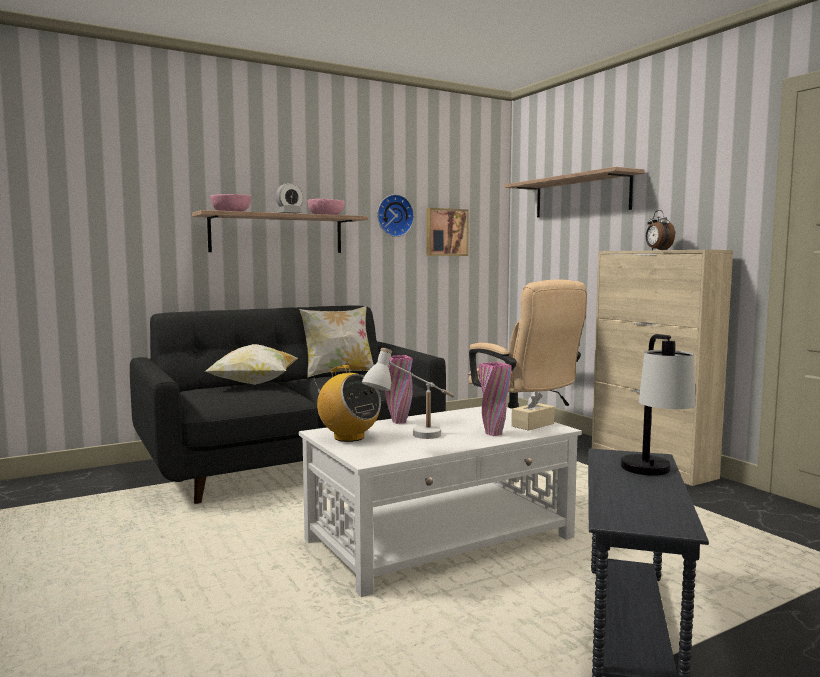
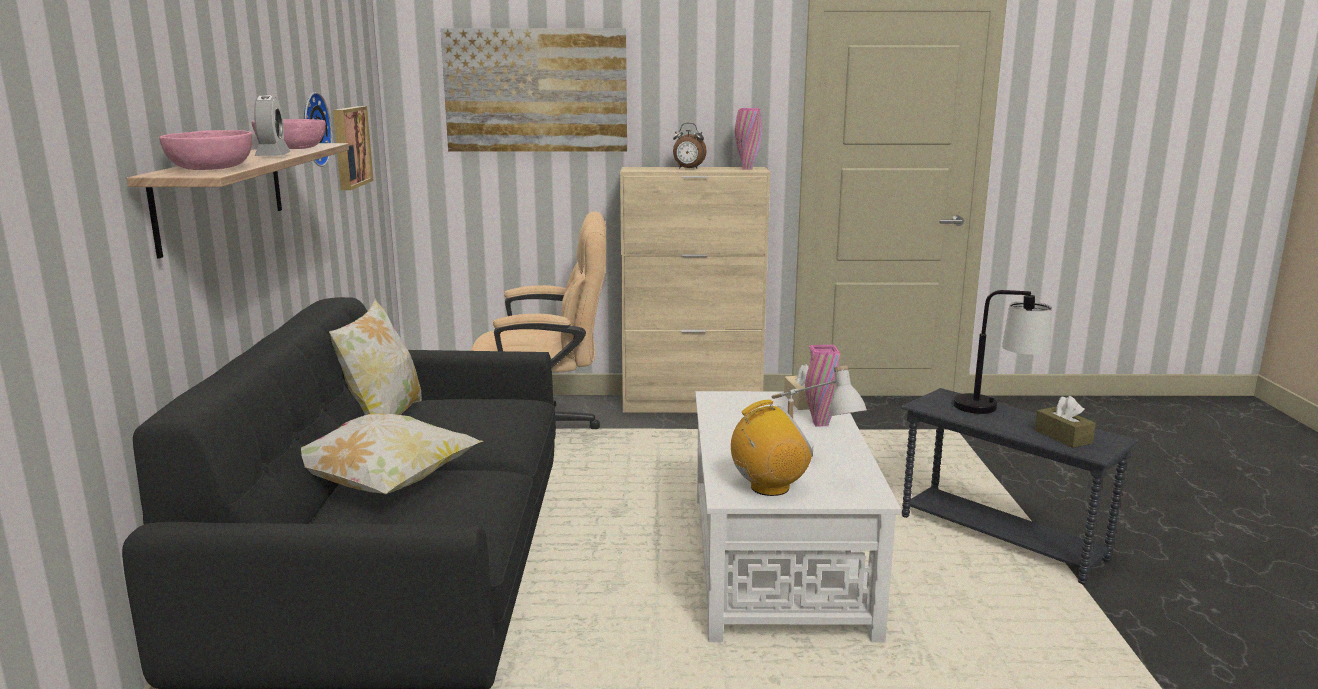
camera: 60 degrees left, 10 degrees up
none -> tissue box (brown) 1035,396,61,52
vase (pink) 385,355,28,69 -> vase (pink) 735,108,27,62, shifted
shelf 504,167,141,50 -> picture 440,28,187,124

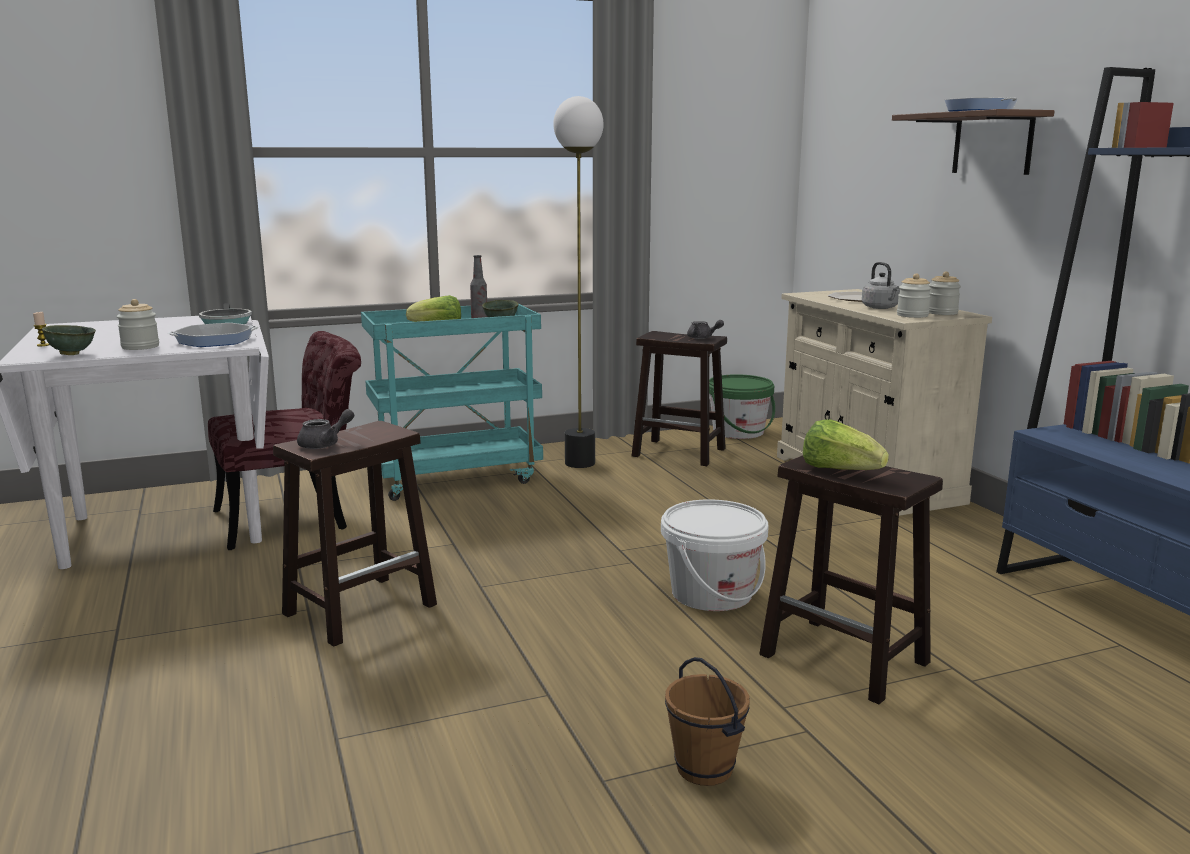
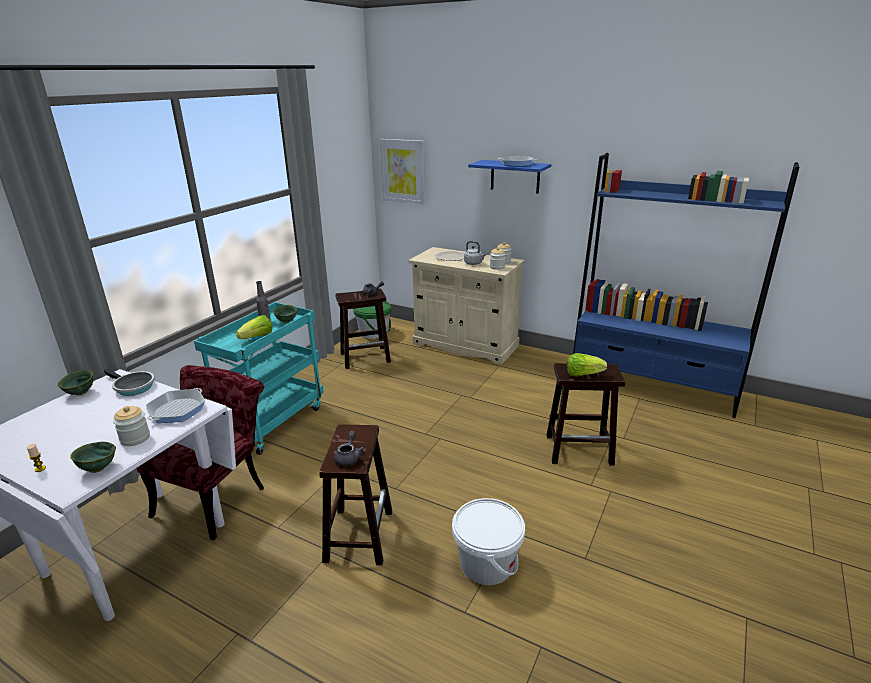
camera: 40 degrees left, 10 degrees up
floor lamp 553,96,51,372 -> none
bucket (brown) 665,657,85,129 -> none
none -> bowl (green) 58,370,35,26
none -> picture 379,139,46,66
bucket (white) 661,499,107,112 -> bucket (white) 452,498,73,87, shifted
shelf (brown) 892,109,163,66 -> shelf (blue) 468,160,83,34

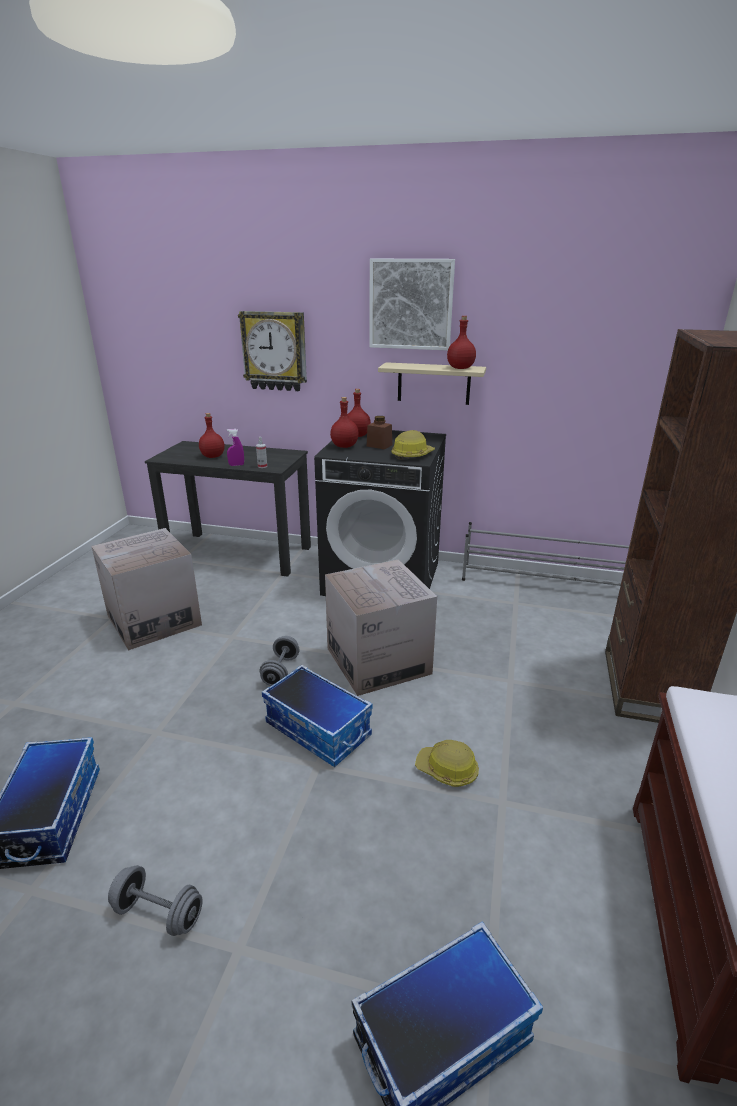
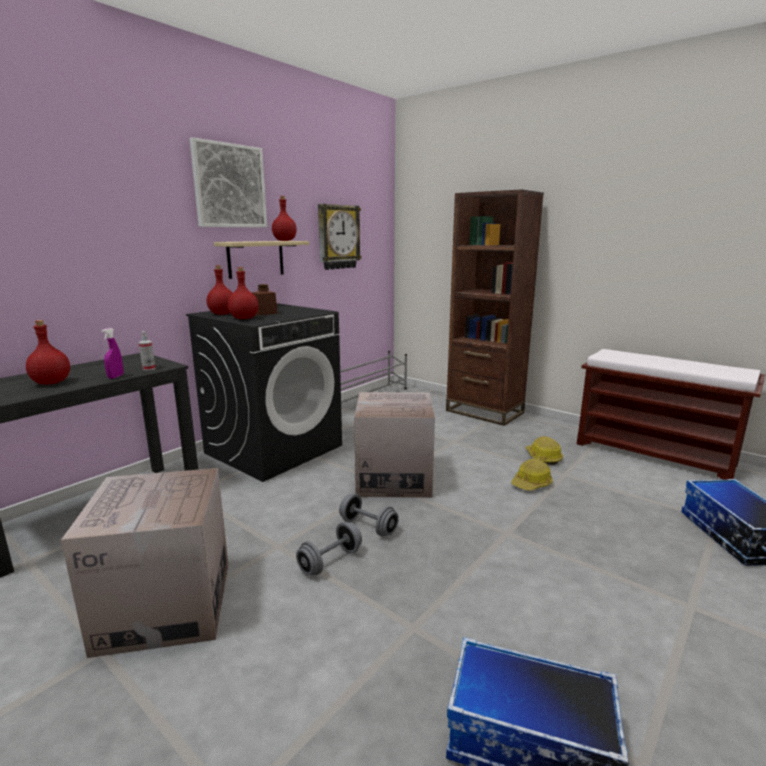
camera: 65 degrees left, 10 degrees down
storage box 262,665,110,102 -> none
dumbbell (grey) 108,865,95,71 -> dumbbell (grey) 296,522,66,53, shifted
wall clock 238,311,69,80 -> wall clock 318,204,44,66, shifted
hard hat 392,430,43,30 -> hard hat 525,436,38,29, shifted

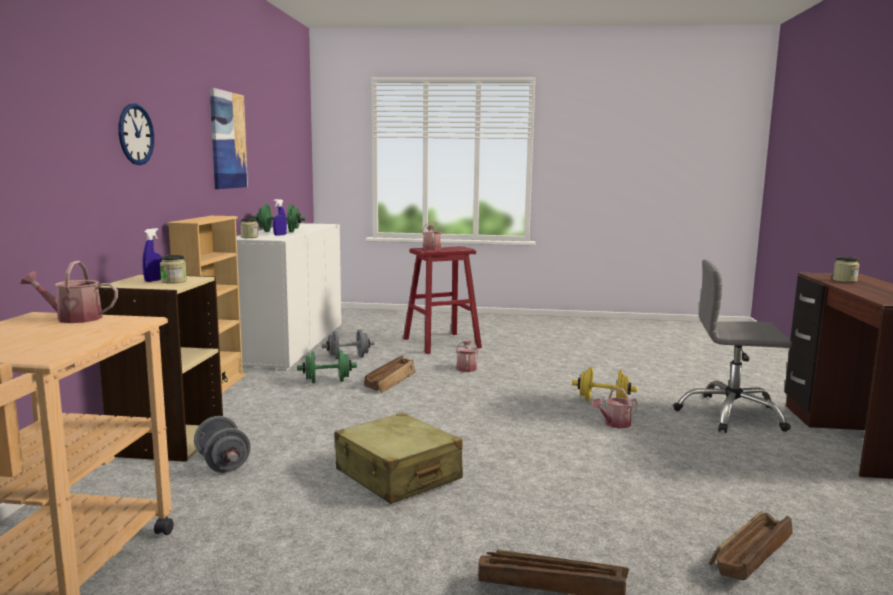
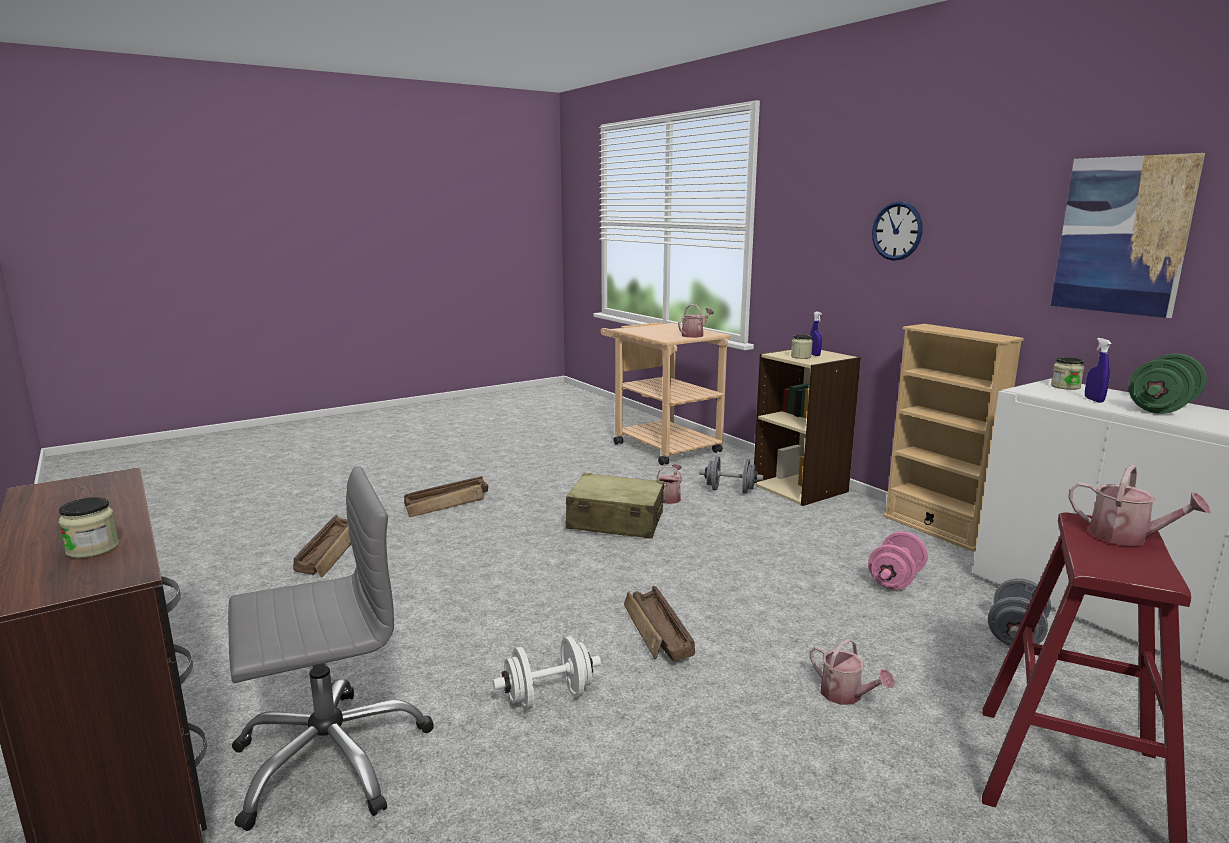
camera: 140 degrees right, 5 degrees up
crate 364,355,52,38 -> crate 624,586,71,75, shifted
watering can 591,387,47,42 -> watering can 656,464,27,40, shifted
dumbbell (green) 297,350,60,33 -> dumbbell (pink) 868,531,60,59
dumbbell (yellow) 572,367,65,35 -> dumbbell (white) 493,636,108,74

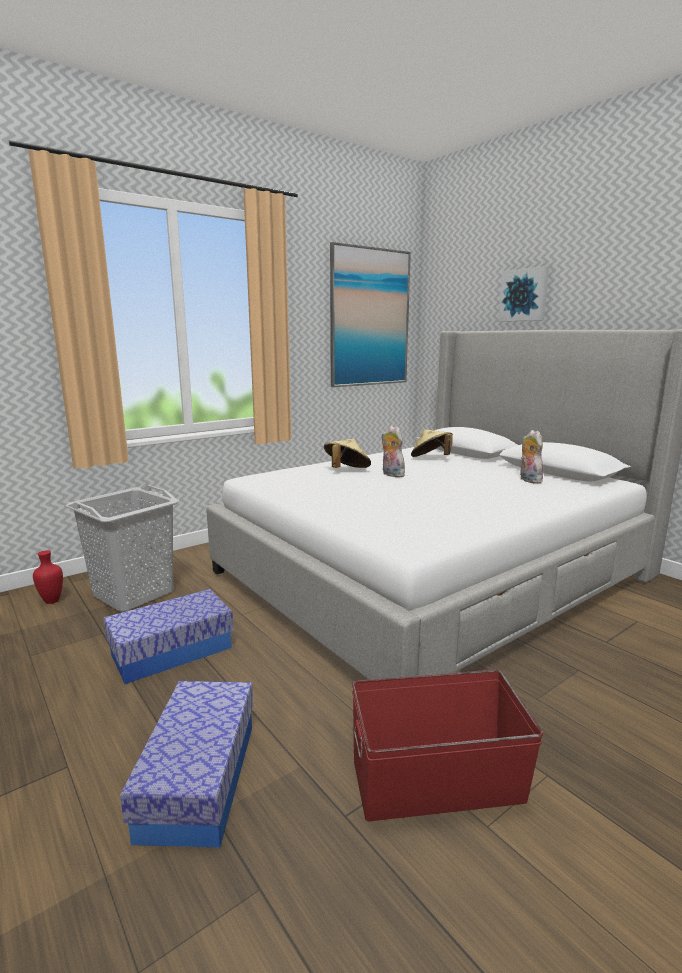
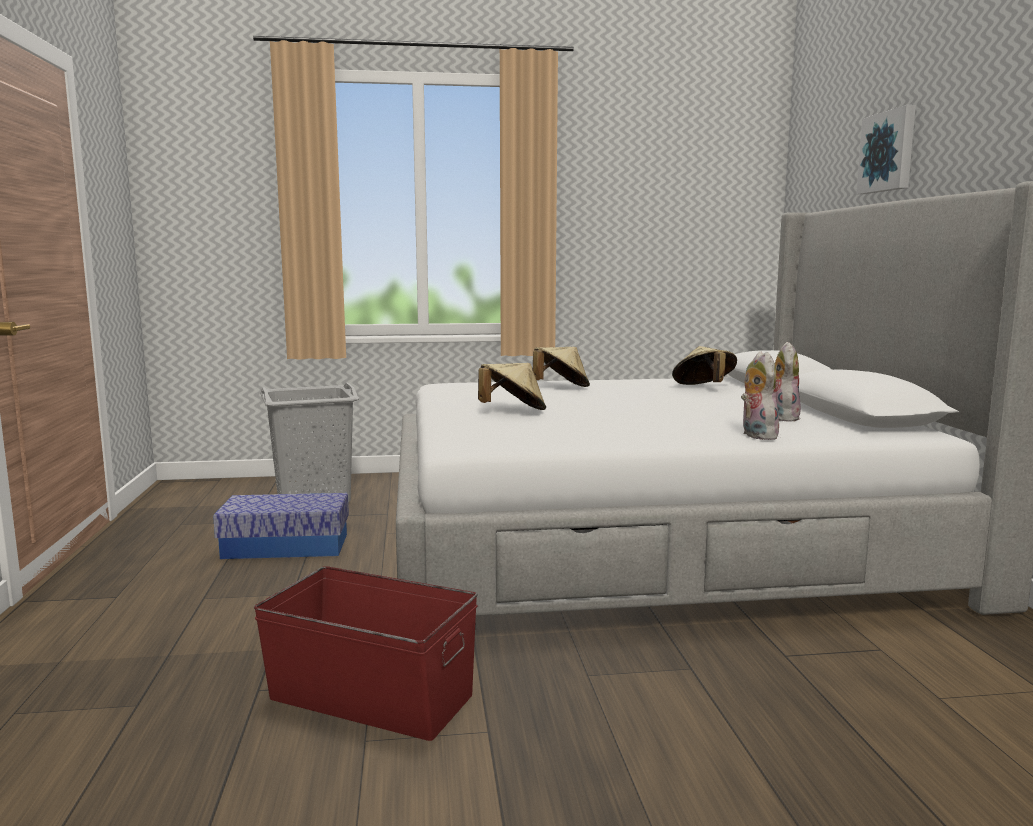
camera: 30 degrees right, 5 degrees down
vase (red) 33,550,30,54 -> none
storage box 120,681,133,167 -> none
picture 330,242,81,145 -> none
none -> hat (beige) 478,363,68,47
plush toy 381,426,24,51 -> plush toy 741,351,38,89, shifted

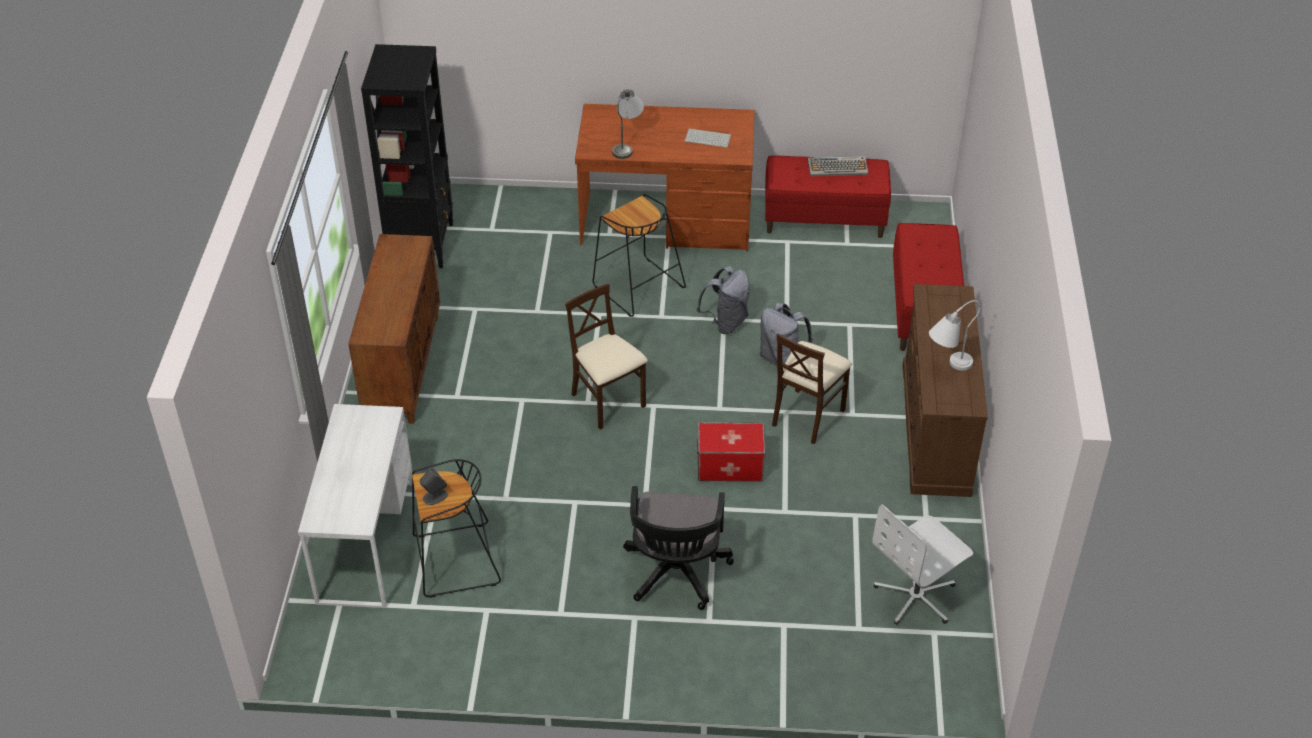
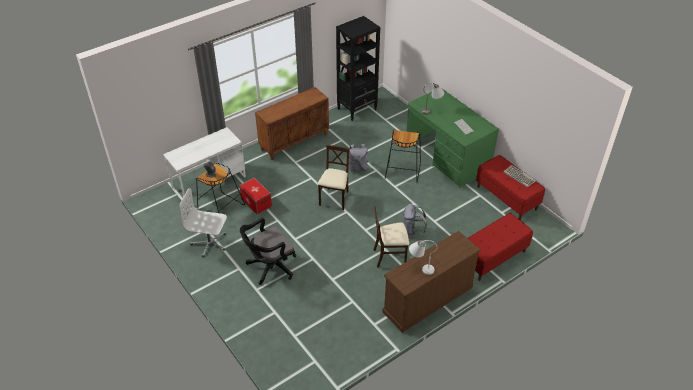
camera: 50 degrees right, 0 degrees up
backpack (grey) 696,266,54,68 -> backpack (grey) 349,144,19,28, shifted
storage box 697,422,69,59 -> storage box 239,178,33,37, shifted
office chair (white) 872,504,101,121 -> office chair (white) 179,188,48,69, shifted
desk (brown) 575,104,180,148 -> desk (green) 406,89,93,99

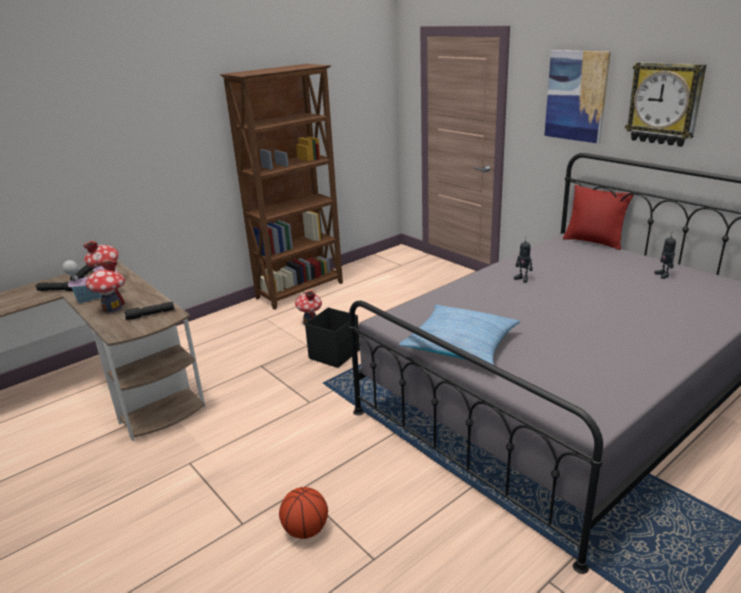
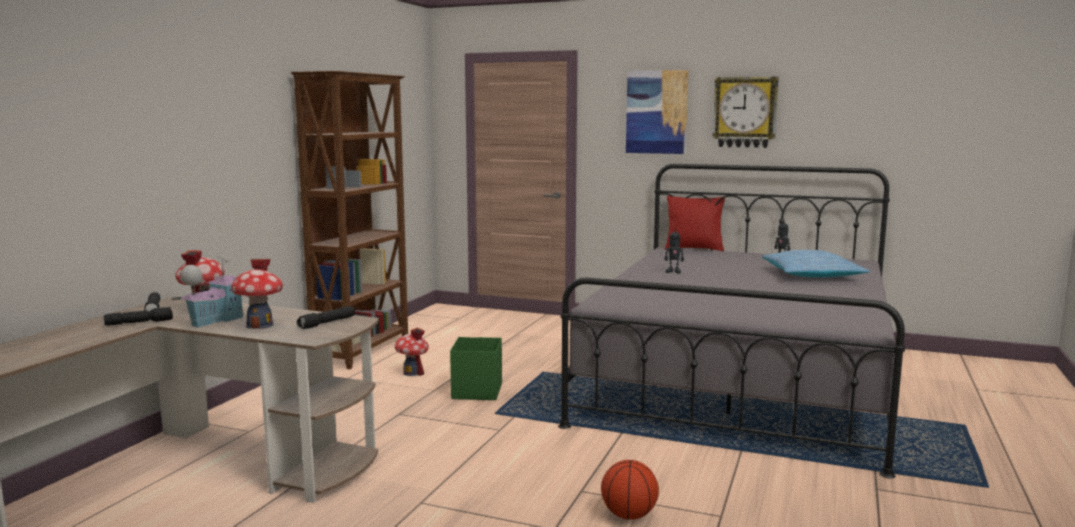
camera: 30 degrees left, 15 degrees down
pillow 399,304,121,61 -> pillow 762,250,108,27, shifted
storage box (black) 305,307,55,61 -> storage box (green) 450,337,52,63

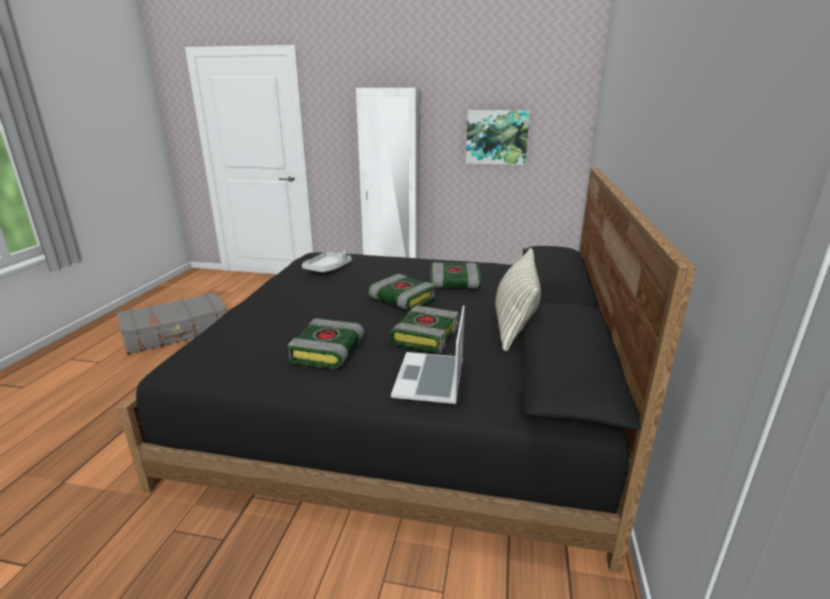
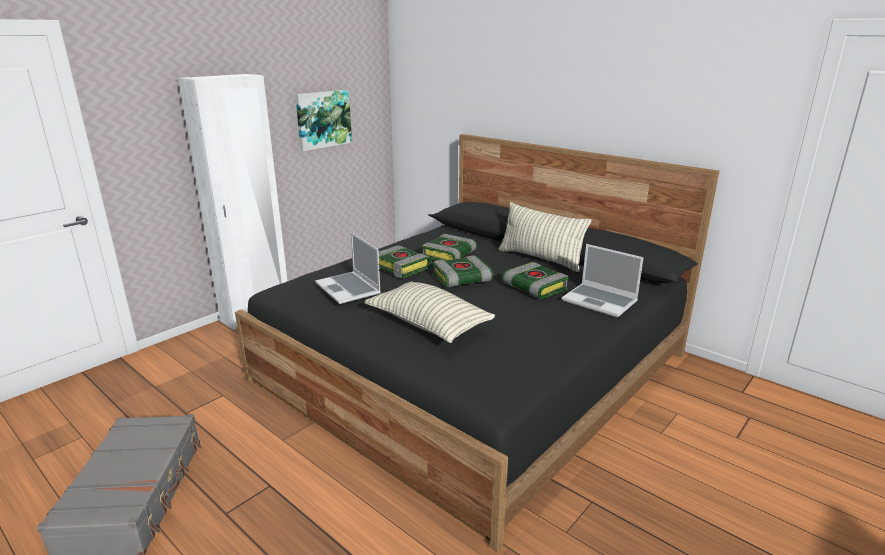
camera: 60 degrees left, 0 degrees up
none -> pillow 364,281,131,62
book 288,318,77,51 -> book 378,245,54,33, shifted
tray (grey) 302,251,50,21 -> laptop 315,233,66,71

